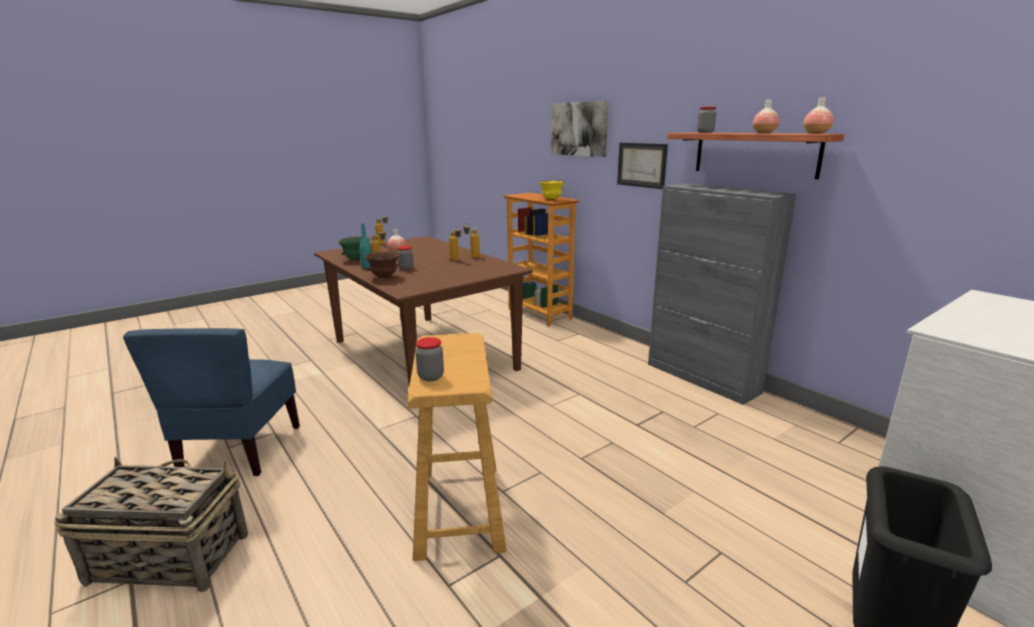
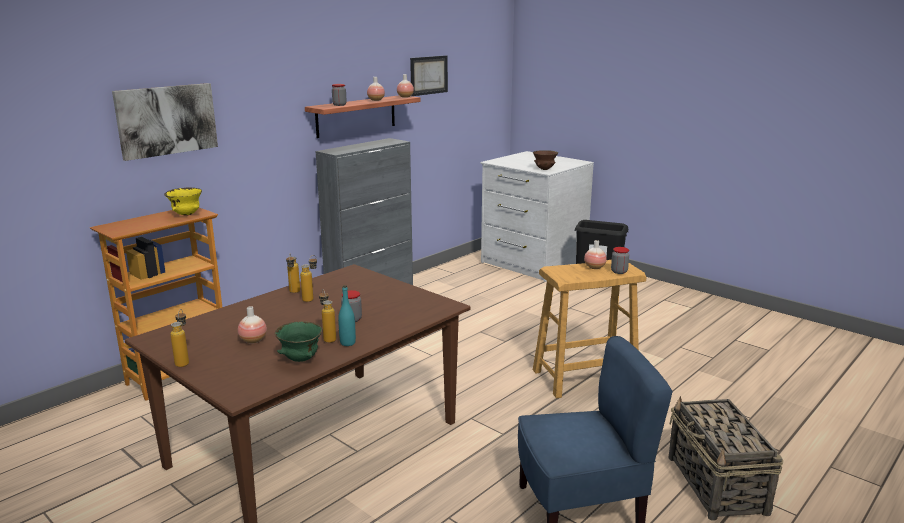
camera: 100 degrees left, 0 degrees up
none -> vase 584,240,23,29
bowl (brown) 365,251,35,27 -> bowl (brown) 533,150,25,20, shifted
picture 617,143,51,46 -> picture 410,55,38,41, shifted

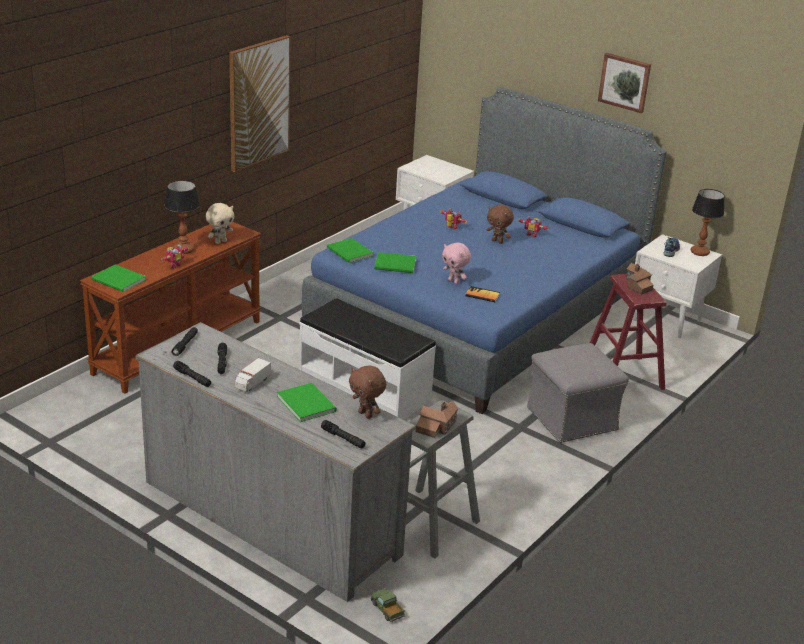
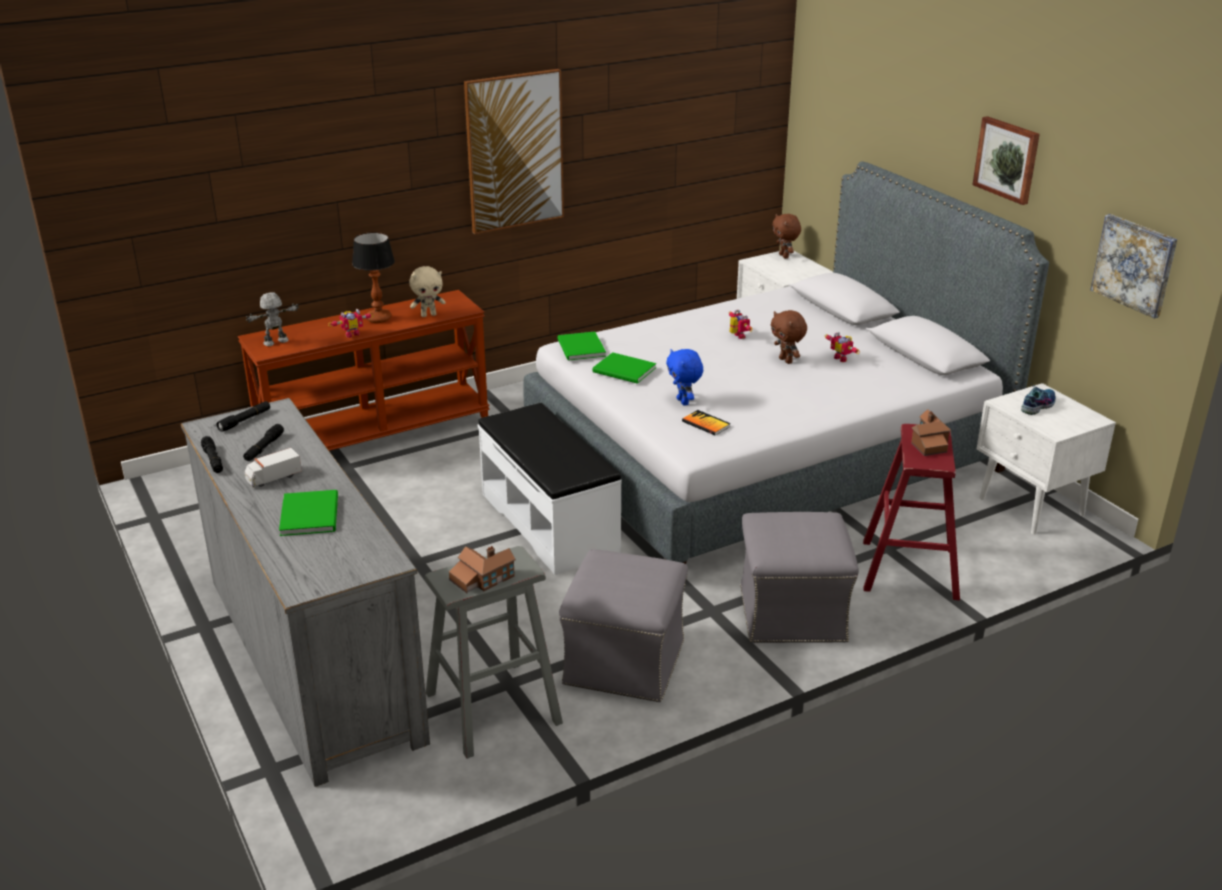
camera: 25 degrees right, 0 degrees up
flashlight (black) 321,420,44,29 -> none
toy truck 371,589,34,34 -> none
table lamp 691,189,34,67 -> none
none -> ottoman (grey) 559,549,129,153
none -> picture 1090,214,87,105
plush toy (brown) 349,366,37,53 -> plush toy (brown) 772,214,29,45, shifted
book (green) 92,264,54,28 -> toy robot 246,292,53,54
bed (blue) 302,87,365,327 -> bed (grey) 523,161,526,403
plush toy (pink) 442,242,29,42 -> plush toy (blue) 666,349,37,57

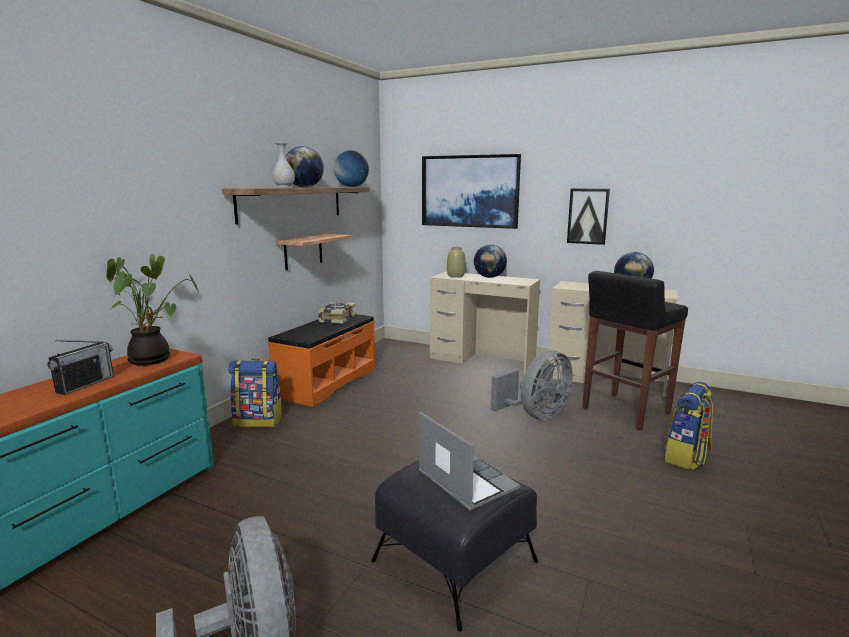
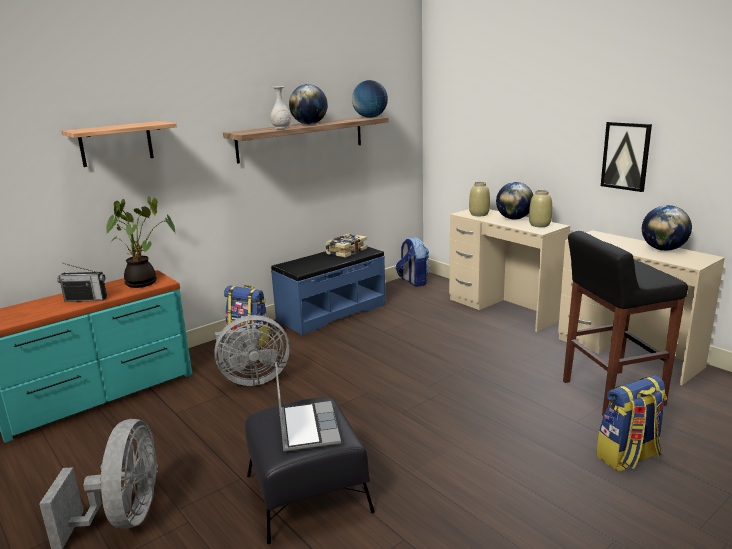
camera: 25 degrees right, 5 degrees up
picture 422,154,99,75 -> none
none -> backpack 396,237,33,50
none -> vase (beige) 529,190,23,37
shelf 275,234,77,37 -> shelf 61,121,116,46, shifted
fan (grey) 491,350,82,70 -> fan (grey) 214,315,76,71, shifted
bench (orange) 268,314,107,93 -> bench (blue) 271,246,115,89
radio 47,340,67,55 -> radio 57,263,50,39, 45 degrees clockwise

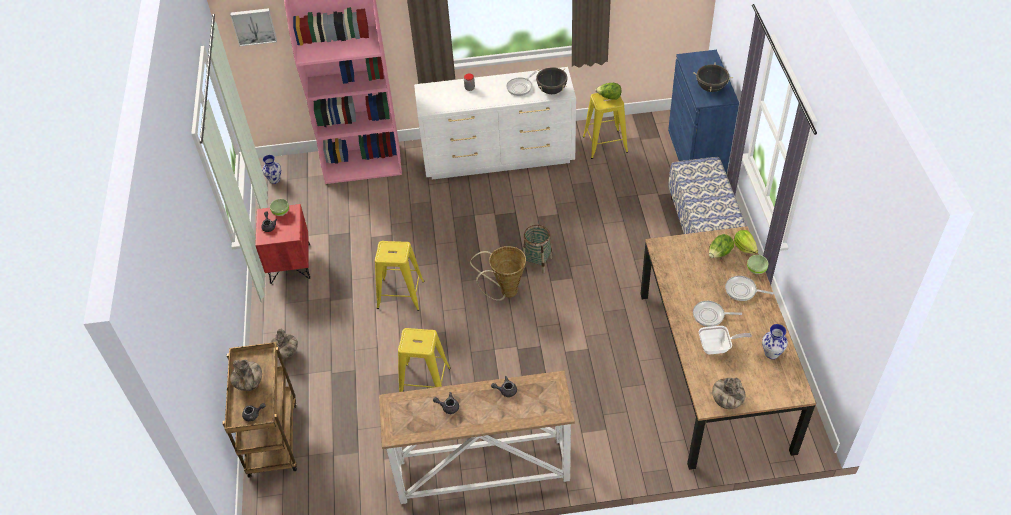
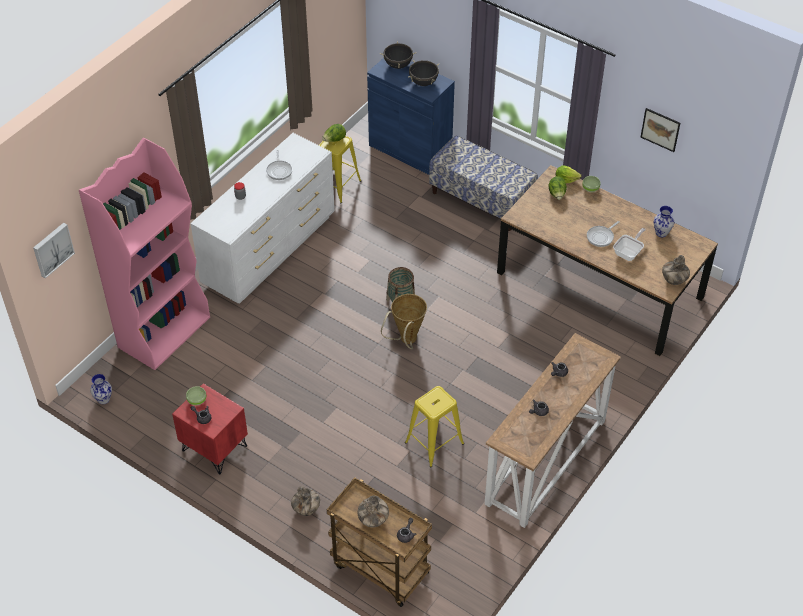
camera: 50 degrees left, 0 degrees up
stool (yellow) 375,241,50,70 -> none
frying pan 725,276,49,25 -> none
none -> picture 640,108,40,44
cooking pot (black) 536,67,32,27 -> cooking pot (black) 380,41,37,28, shifted

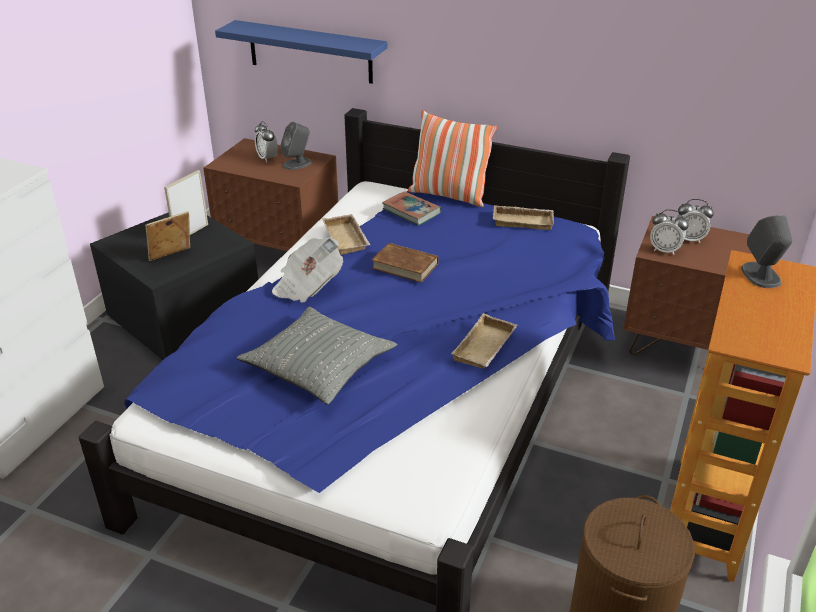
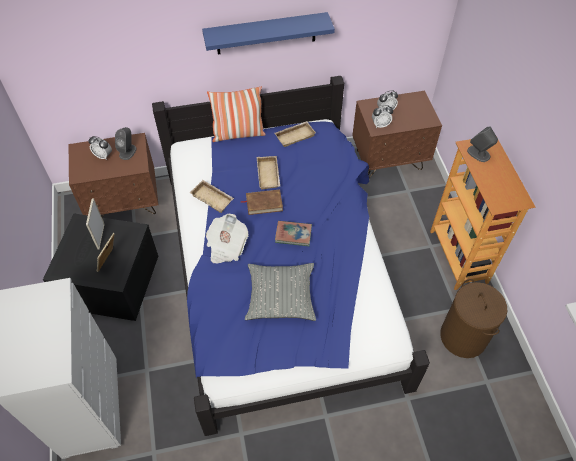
camera: 35 degrees left, 20 degrees up
shelf (blue) 215,20,172,64 -> shelf (blue) 202,12,133,43, shifted
book 382,191,59,35 -> book 275,221,37,25, shifted
tray (beige) 451,313,66,55 -> tray (beige) 257,156,23,34, shifted

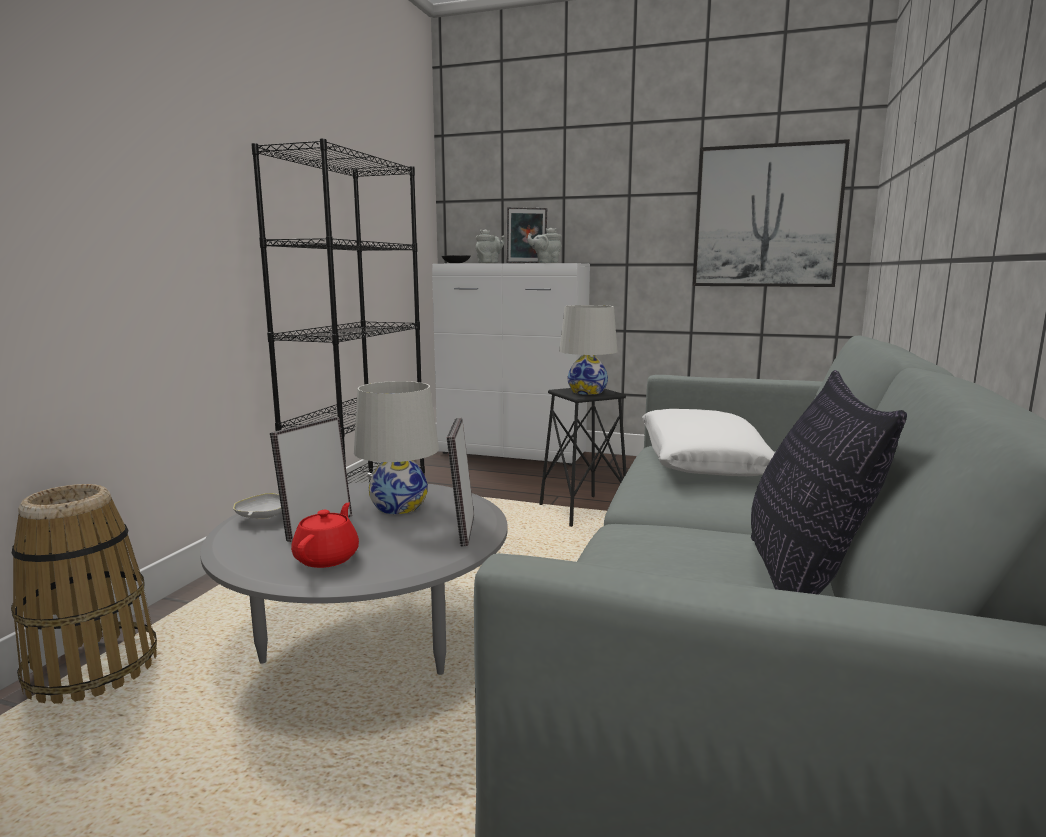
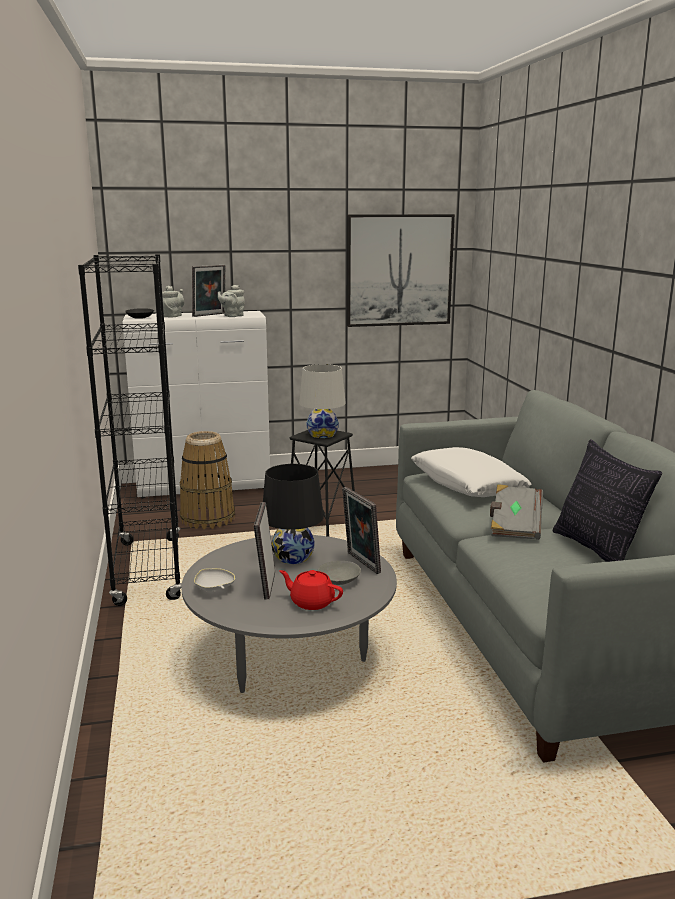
camera: 30 degrees left, 5 degrees up
none -> bowl (grey) 317,561,44,24
none -> book (grey) 490,484,53,56
basket 11,484,146,220 -> basket 180,431,55,98, shifted
table lamp (white) 354,381,85,133 -> table lamp (black) 263,464,61,100
teapot (red) 291,502,68,66 -> teapot (red) 279,570,64,40, 45 degrees counterclockwise

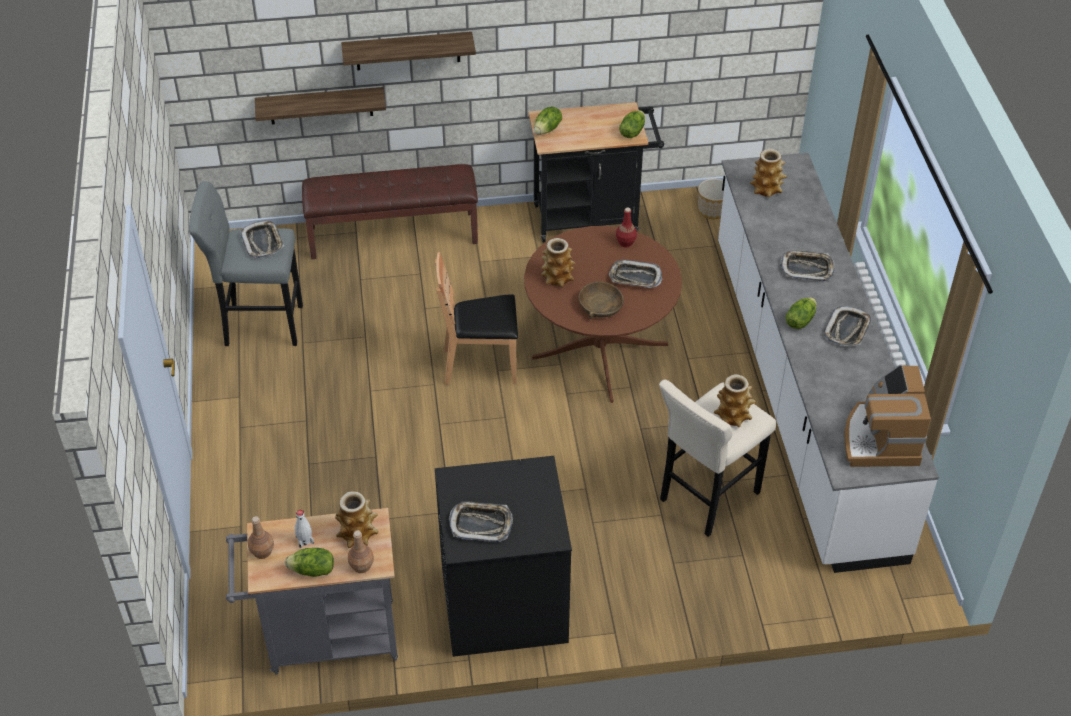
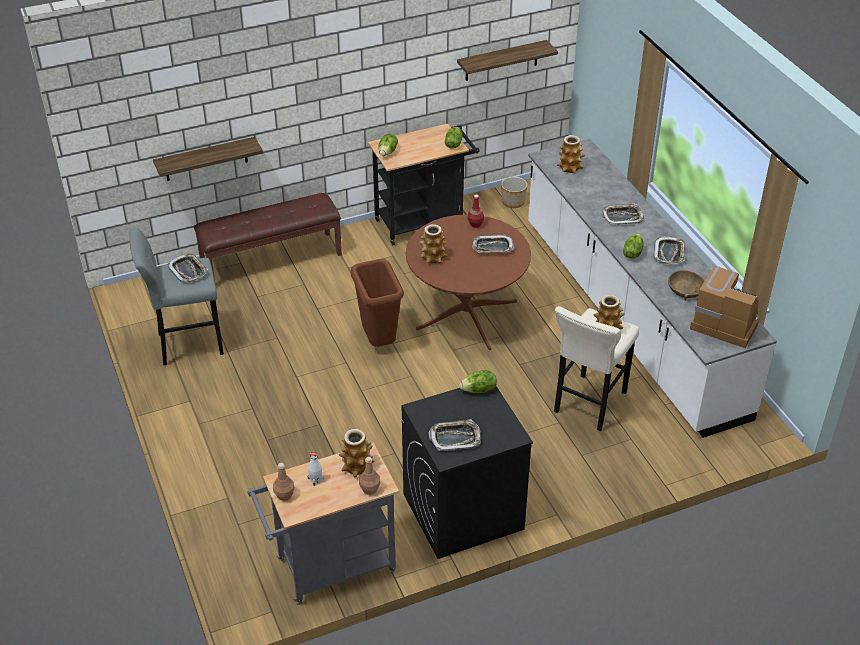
camera: 15 degrees left, 5 degrees down
lettuce 285,548,49,29 -> lettuce 460,370,37,23, shifted
shelf 341,32,135,39 -> shelf 457,40,101,41, shifted
bowl (brown) 578,281,46,38 -> bowl (brown) 668,270,37,30, shifted
chair (brown) 435,252,83,133 -> trash can (brown) 351,259,53,88
coffee machine 845,364,86,103 -> coffee machine 690,266,70,82, 135 degrees clockwise

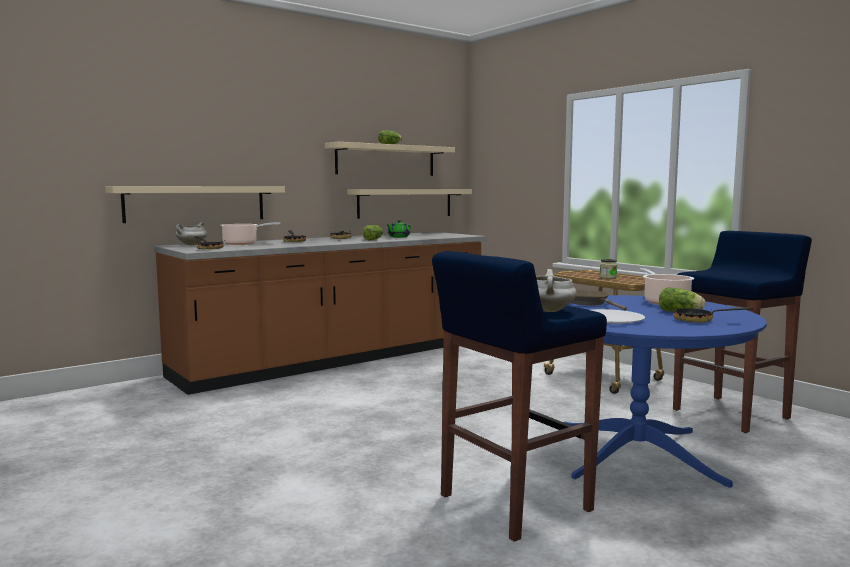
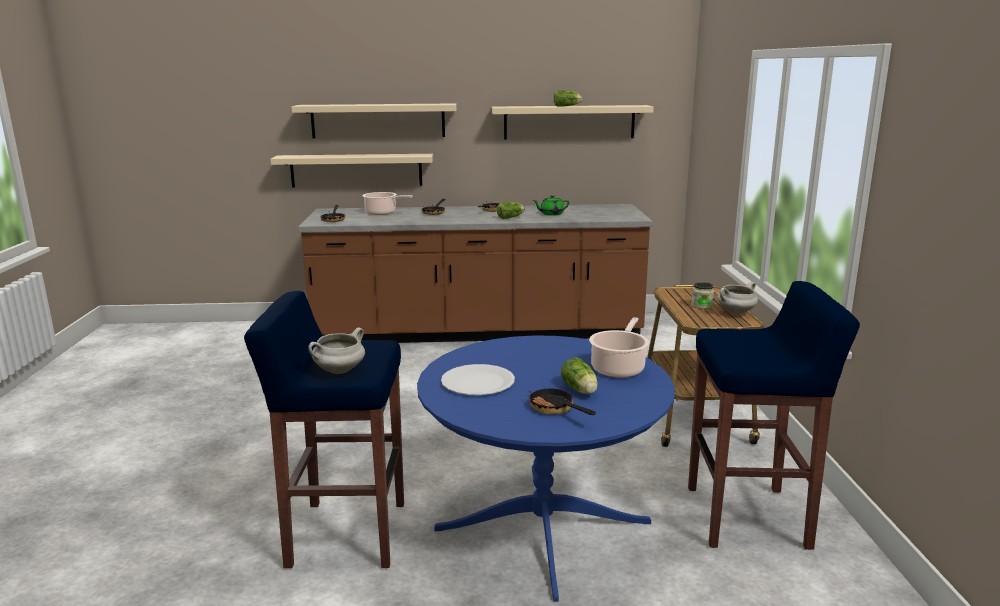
camera: 35 degrees right, 10 degrees up
frying pan (brown) 571,290,56,21 -> none
cooking pot (white) 176,222,31,23 -> cooking pot (white) 717,282,41,32, shifted
shelf (beige) 347,189,125,30 -> shelf (beige) 291,103,166,35, shifted

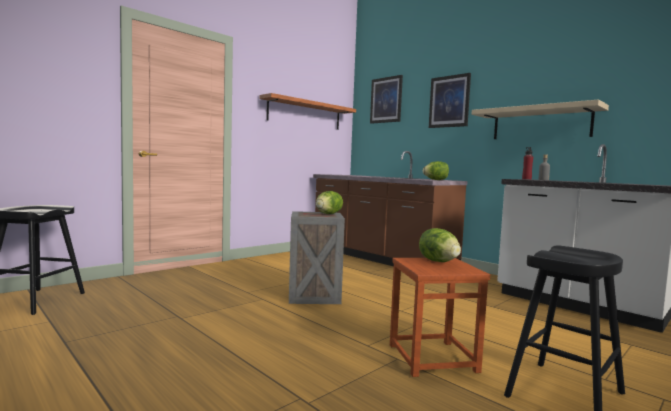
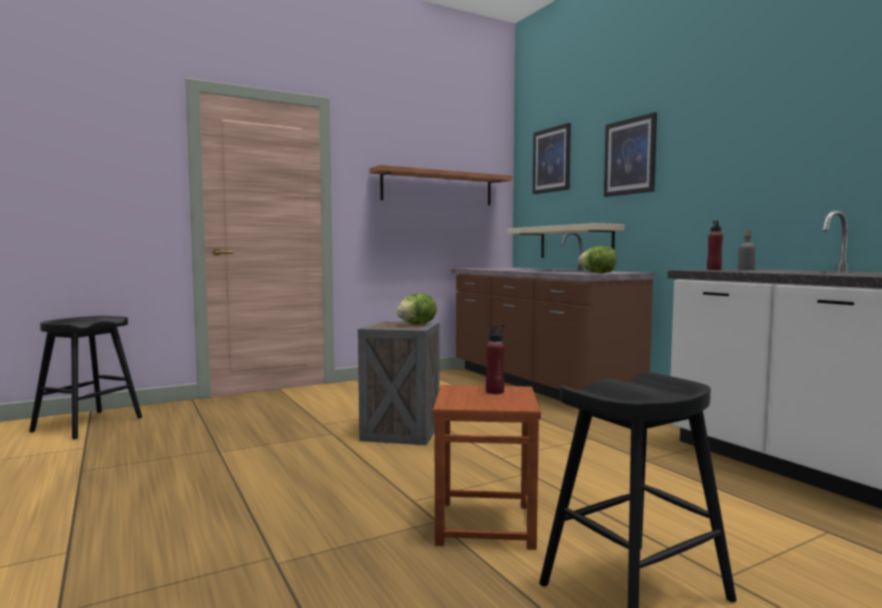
camera: 15 degrees right, 0 degrees up
shelf (beige) 472,99,137,40 -> shelf (beige) 507,223,118,35, shifted
lettuce 419,228,42,34 -> bottle (red) 486,325,19,69

